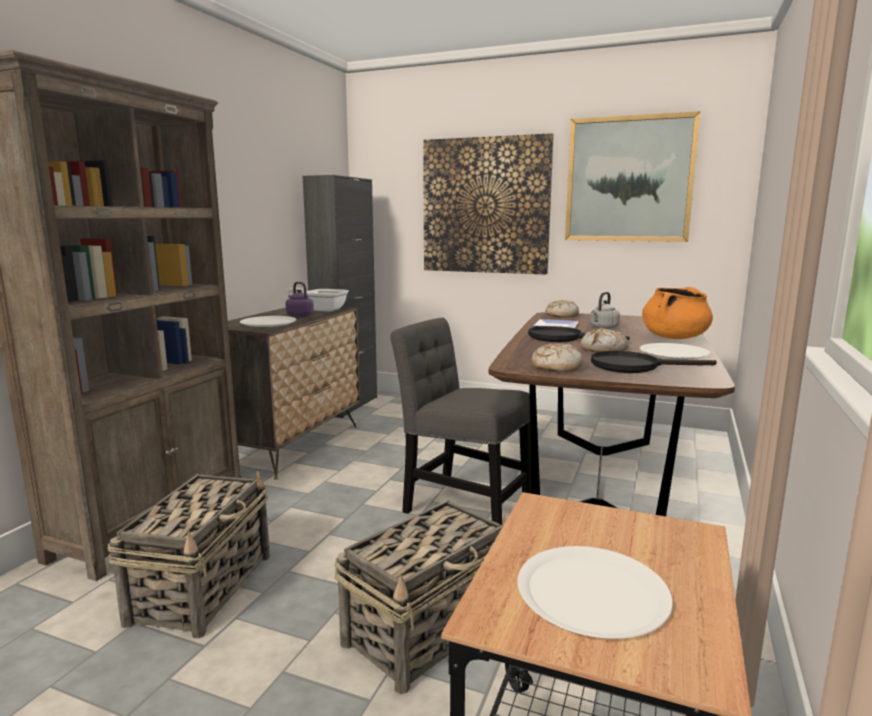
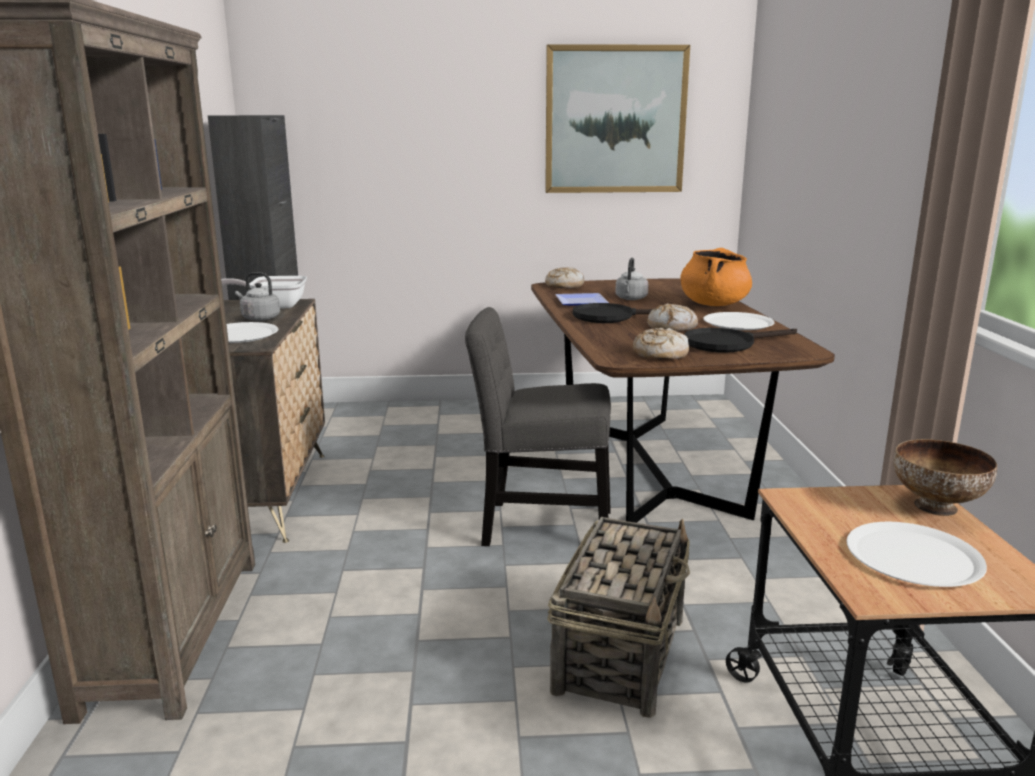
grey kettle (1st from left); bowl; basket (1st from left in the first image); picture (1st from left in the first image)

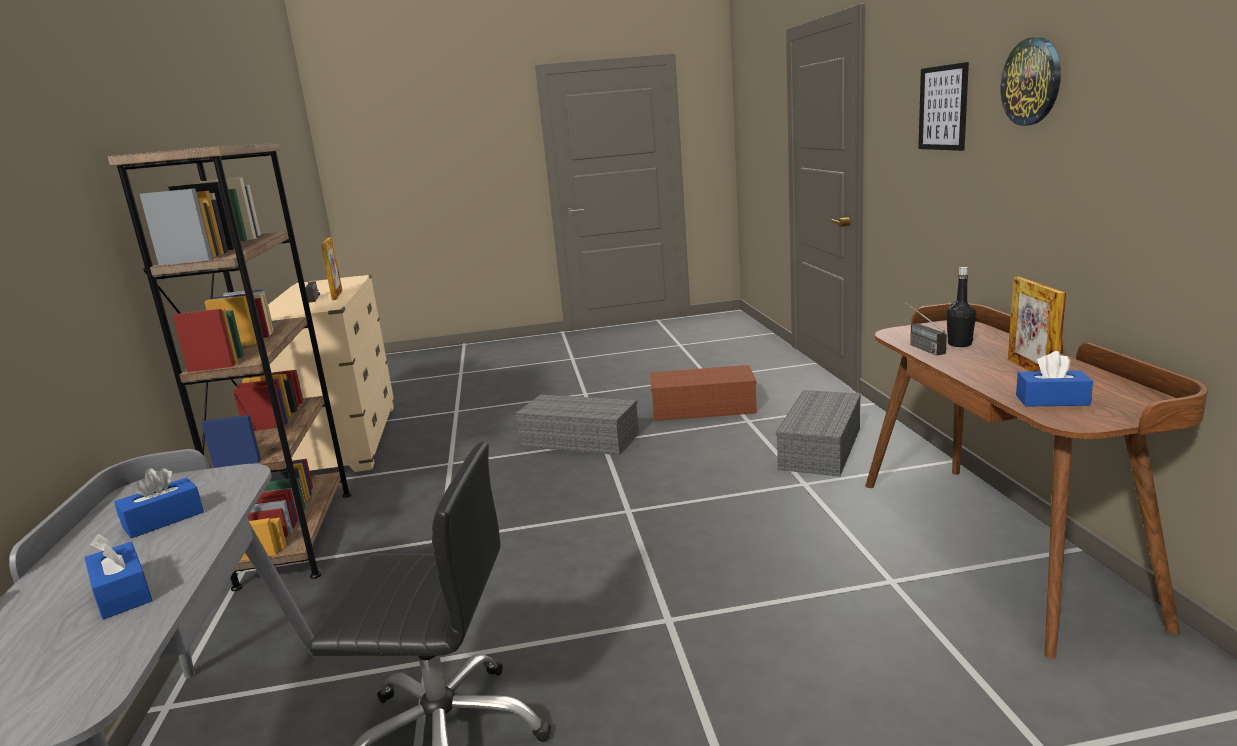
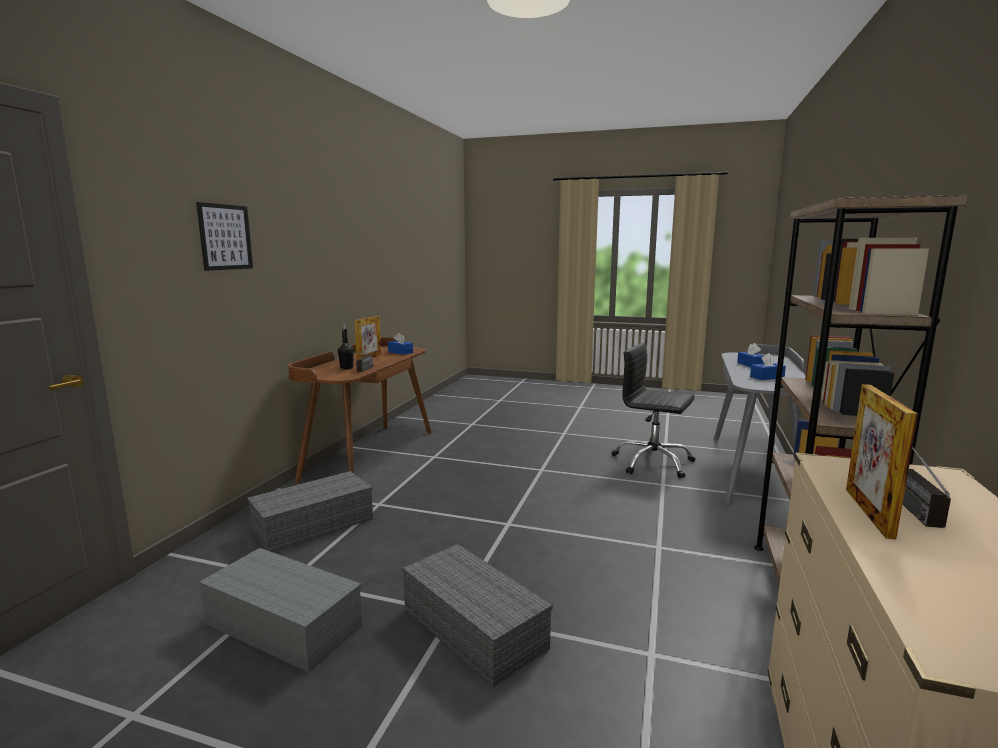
grey storage box (1st from left); wall clock

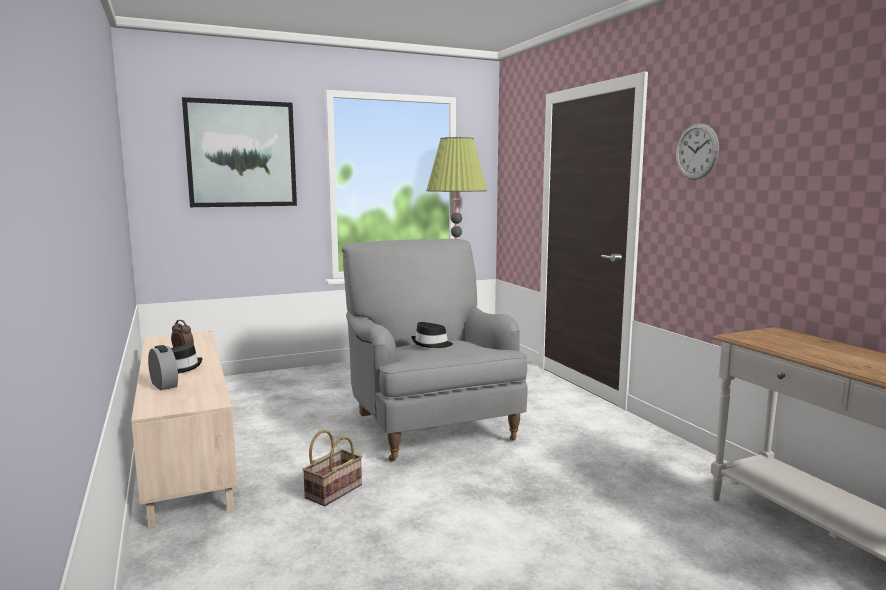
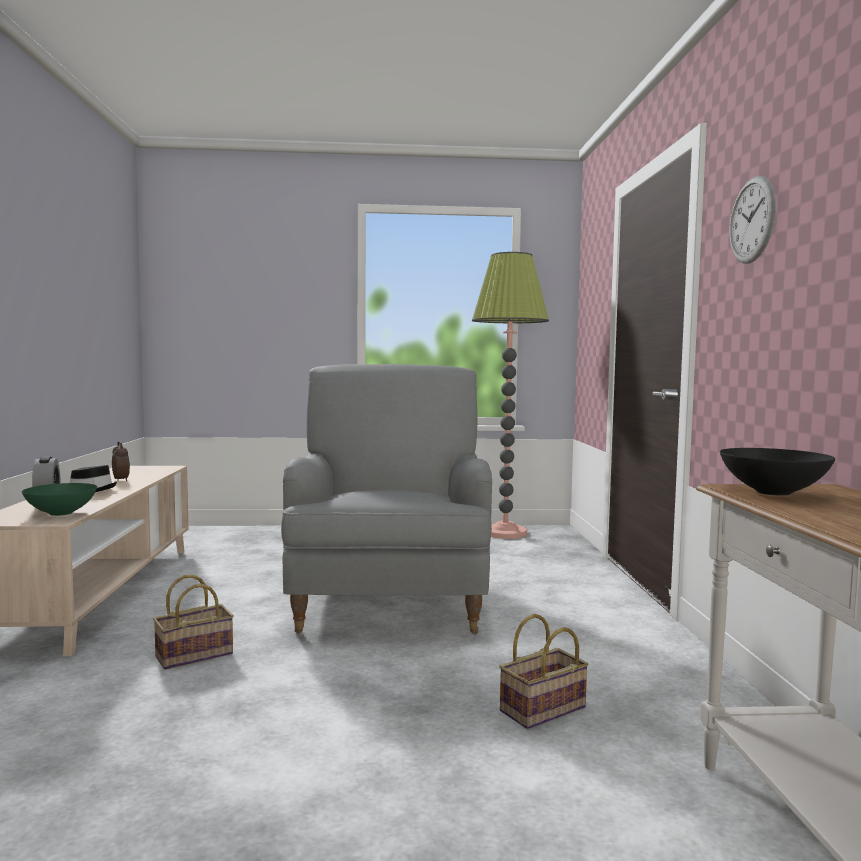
green bowl; basket (2nd from left); black bowl; picture; black hat (2nd from left in the first image)

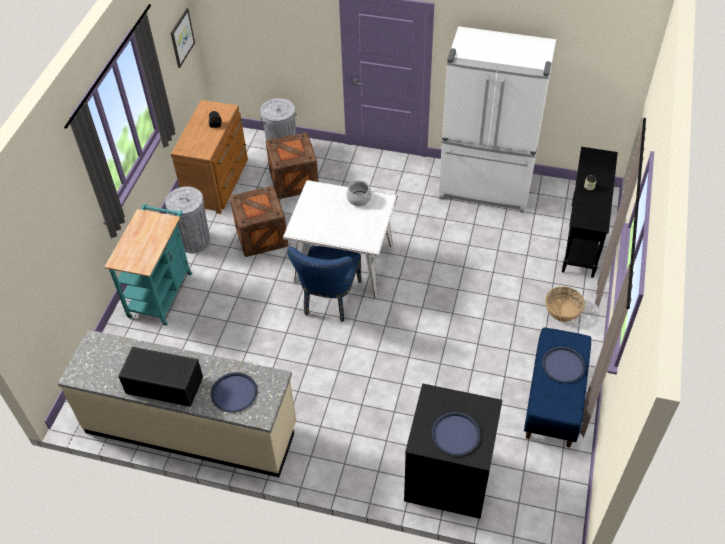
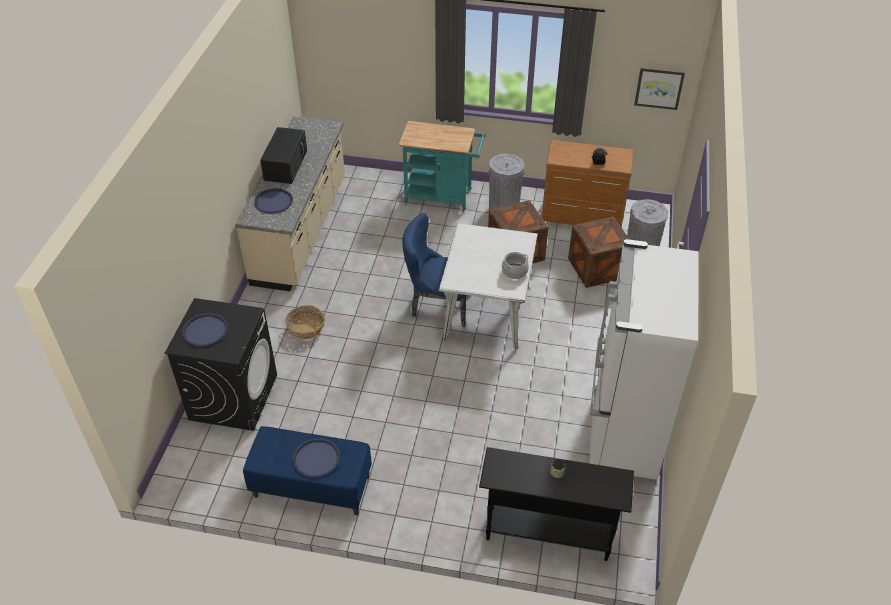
basket

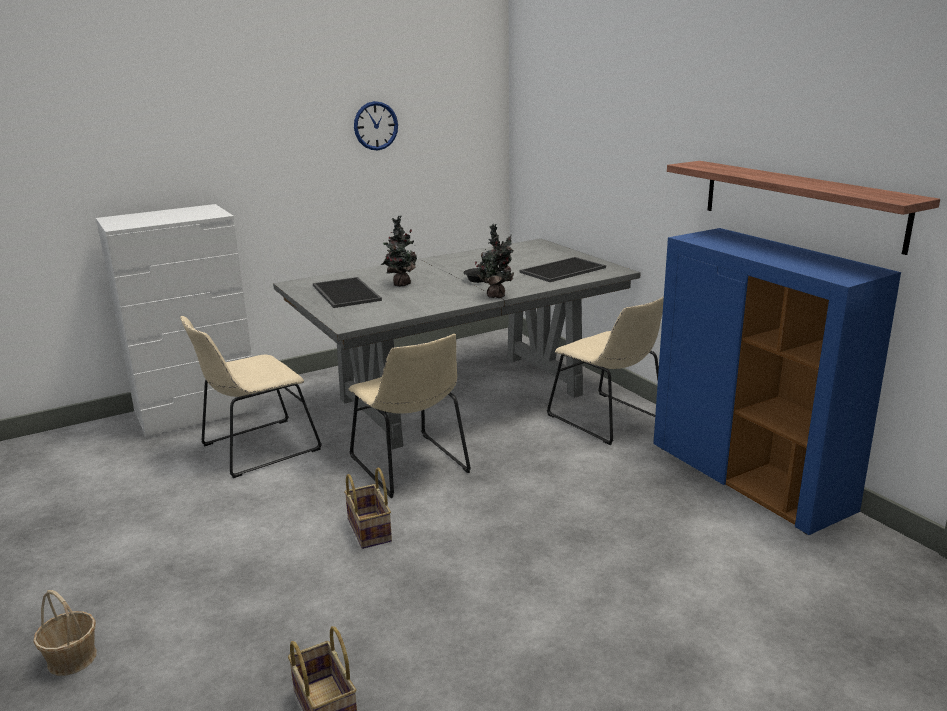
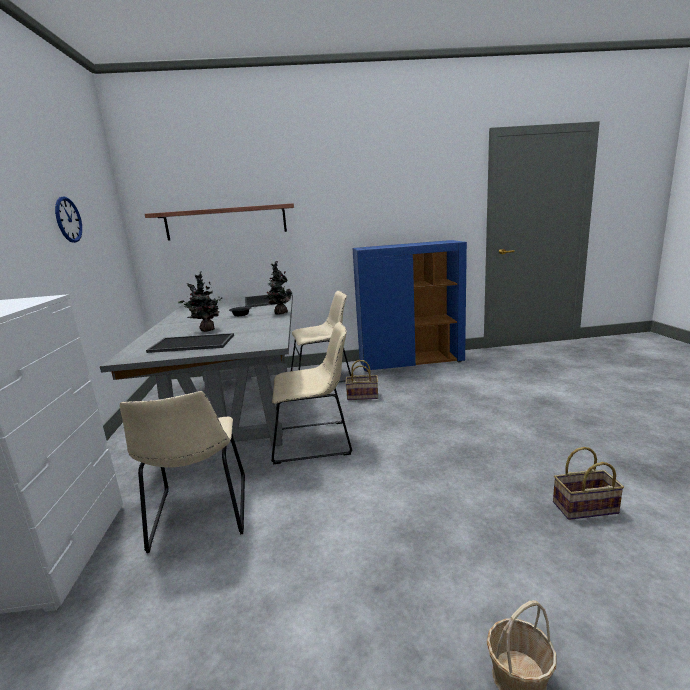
shelf; basket (1st from left)

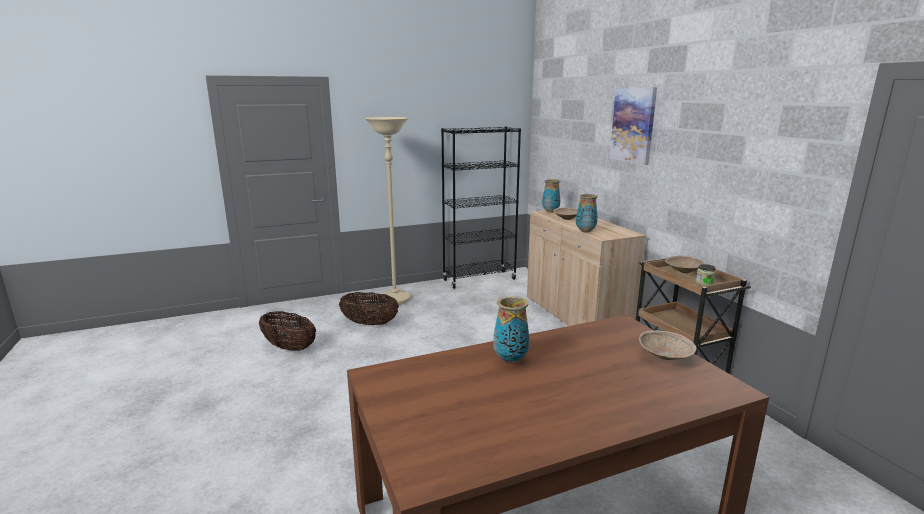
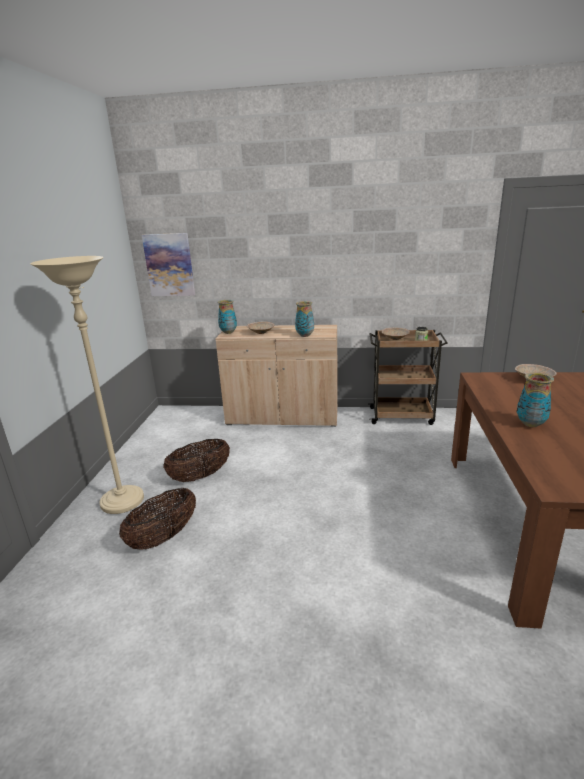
picture; basket (2nd from left); black bookcase

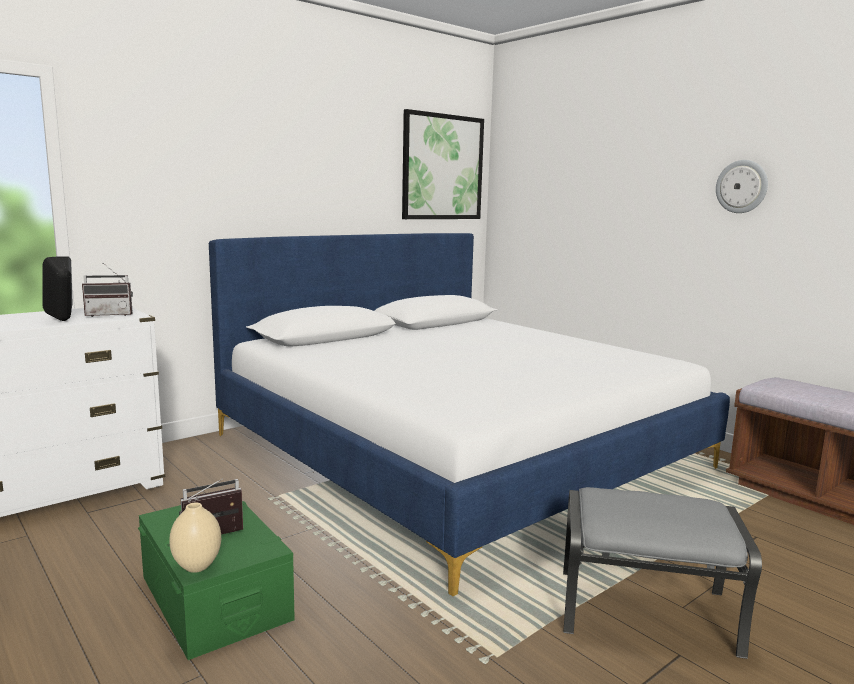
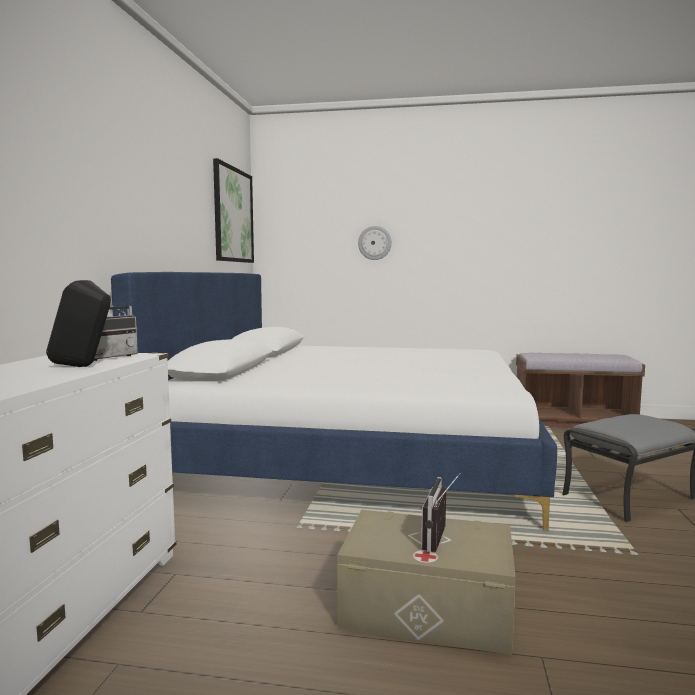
beige storage box; wall clock; beige vase

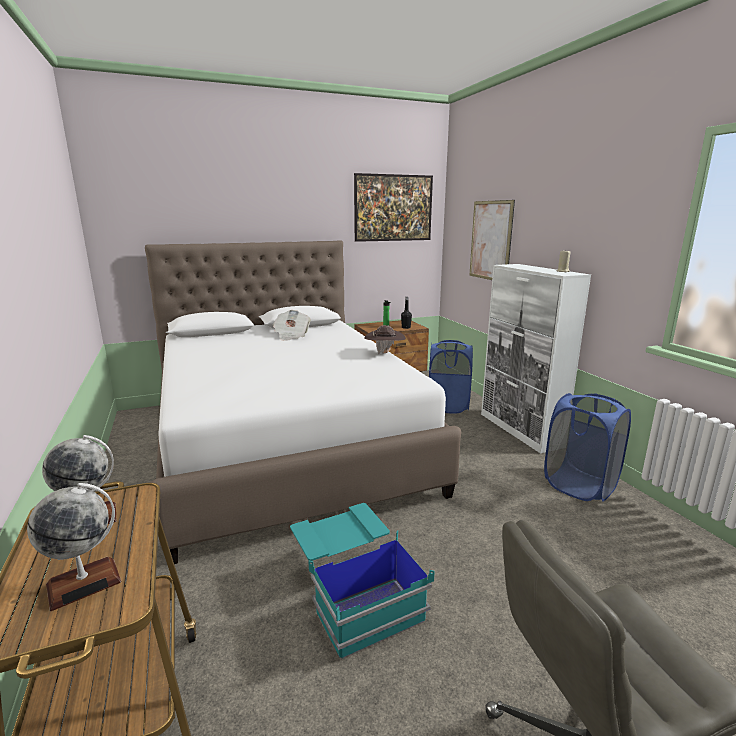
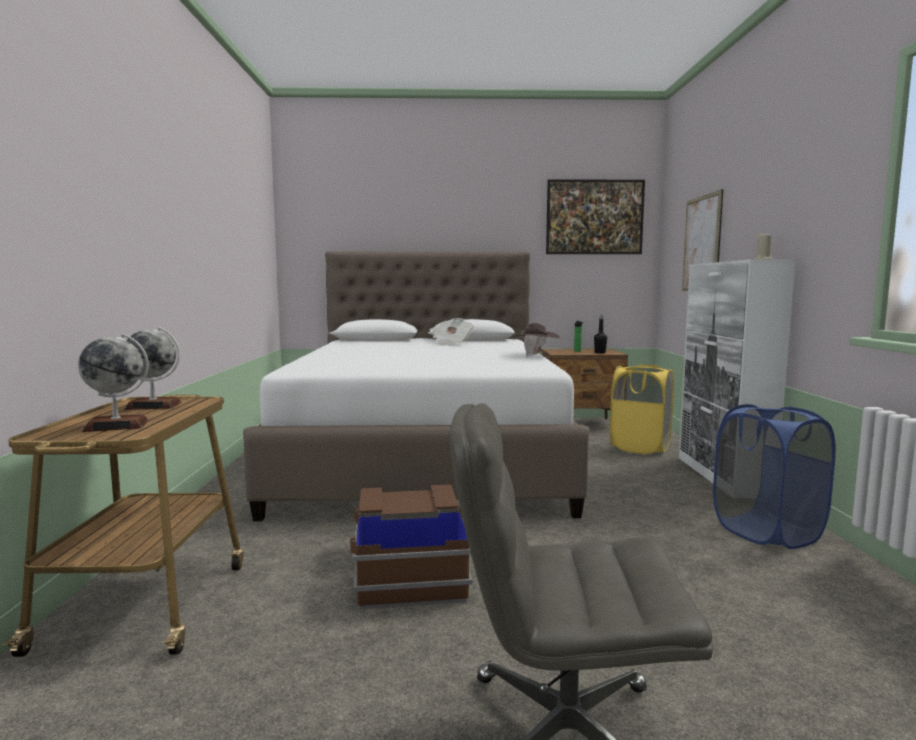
brown storage box; yellow laundry basket

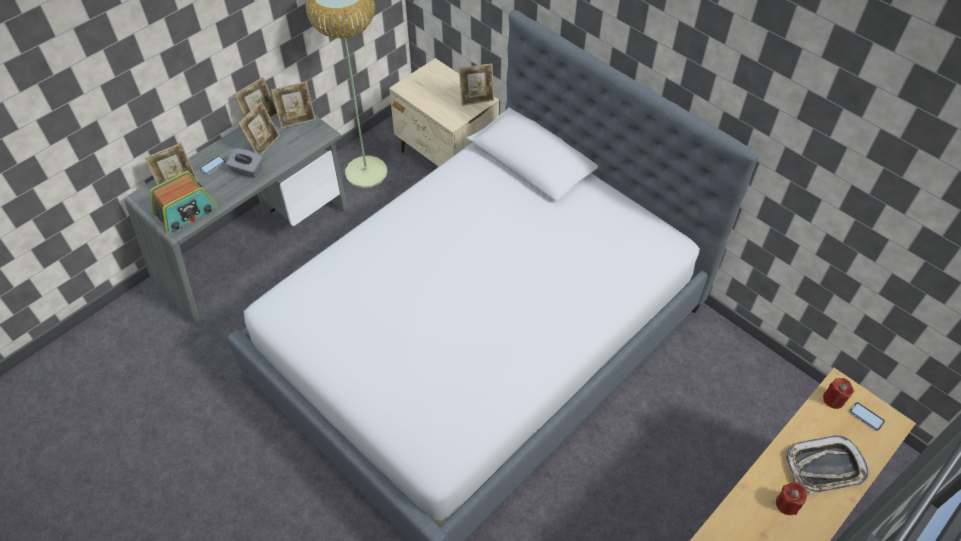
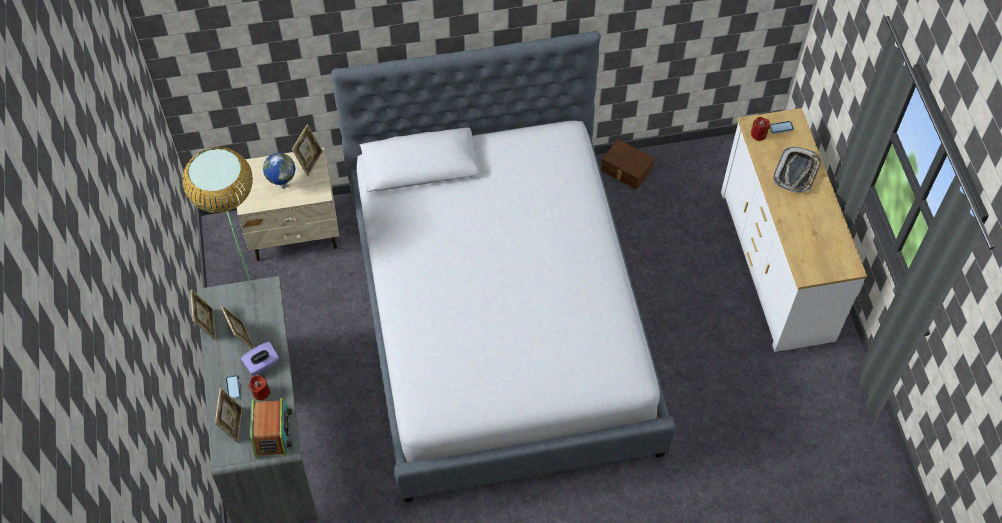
purple tissue box; red candle (1st from left); globe; brown storage box; picture frame (4th from left in the first image)

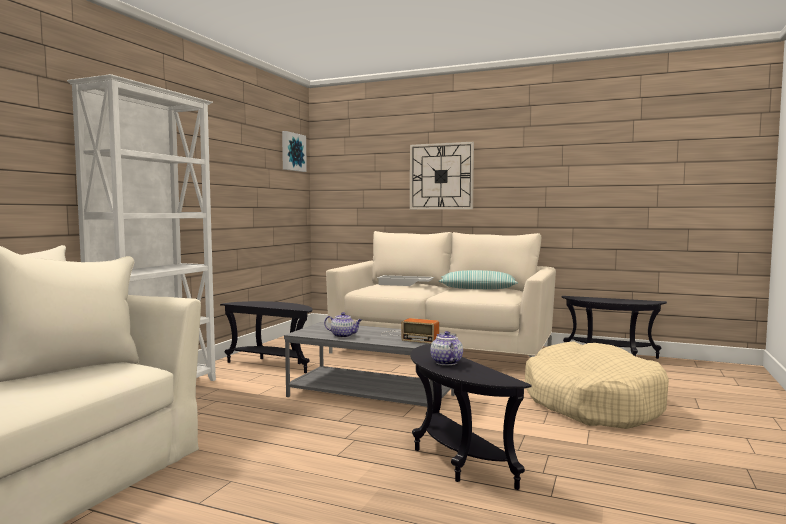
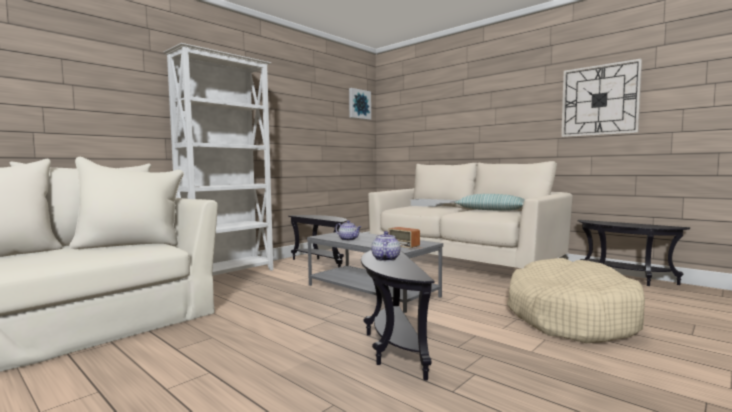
wall clock

